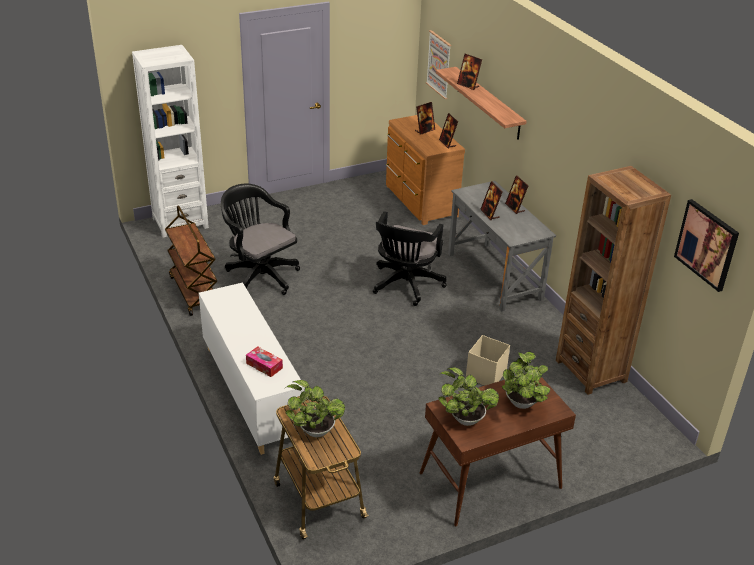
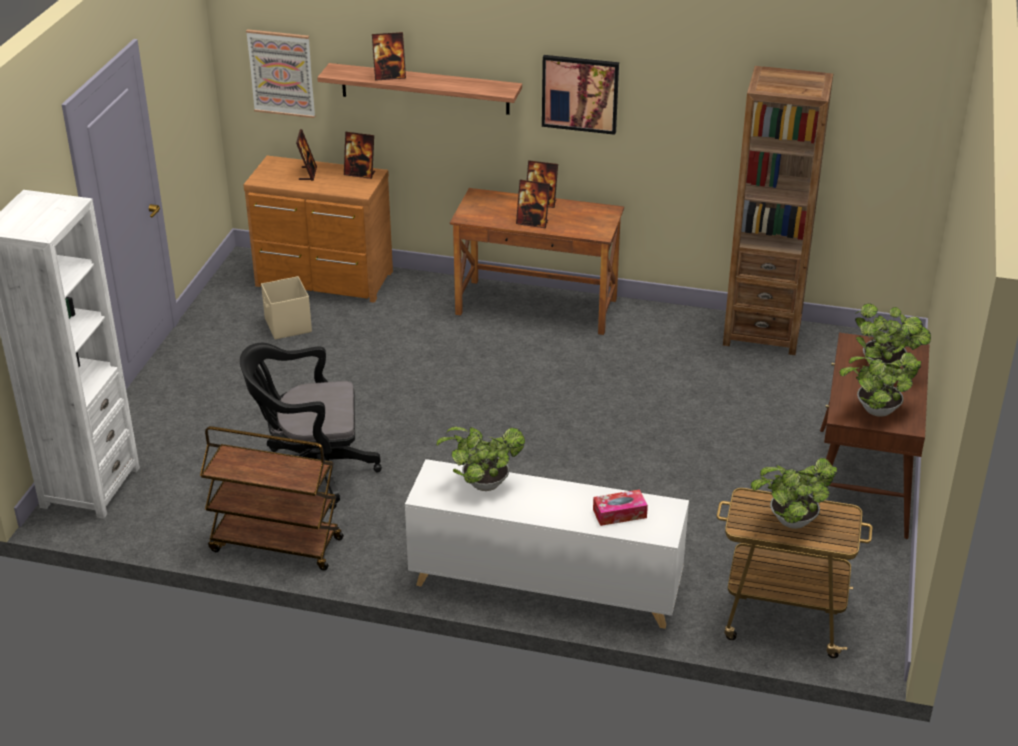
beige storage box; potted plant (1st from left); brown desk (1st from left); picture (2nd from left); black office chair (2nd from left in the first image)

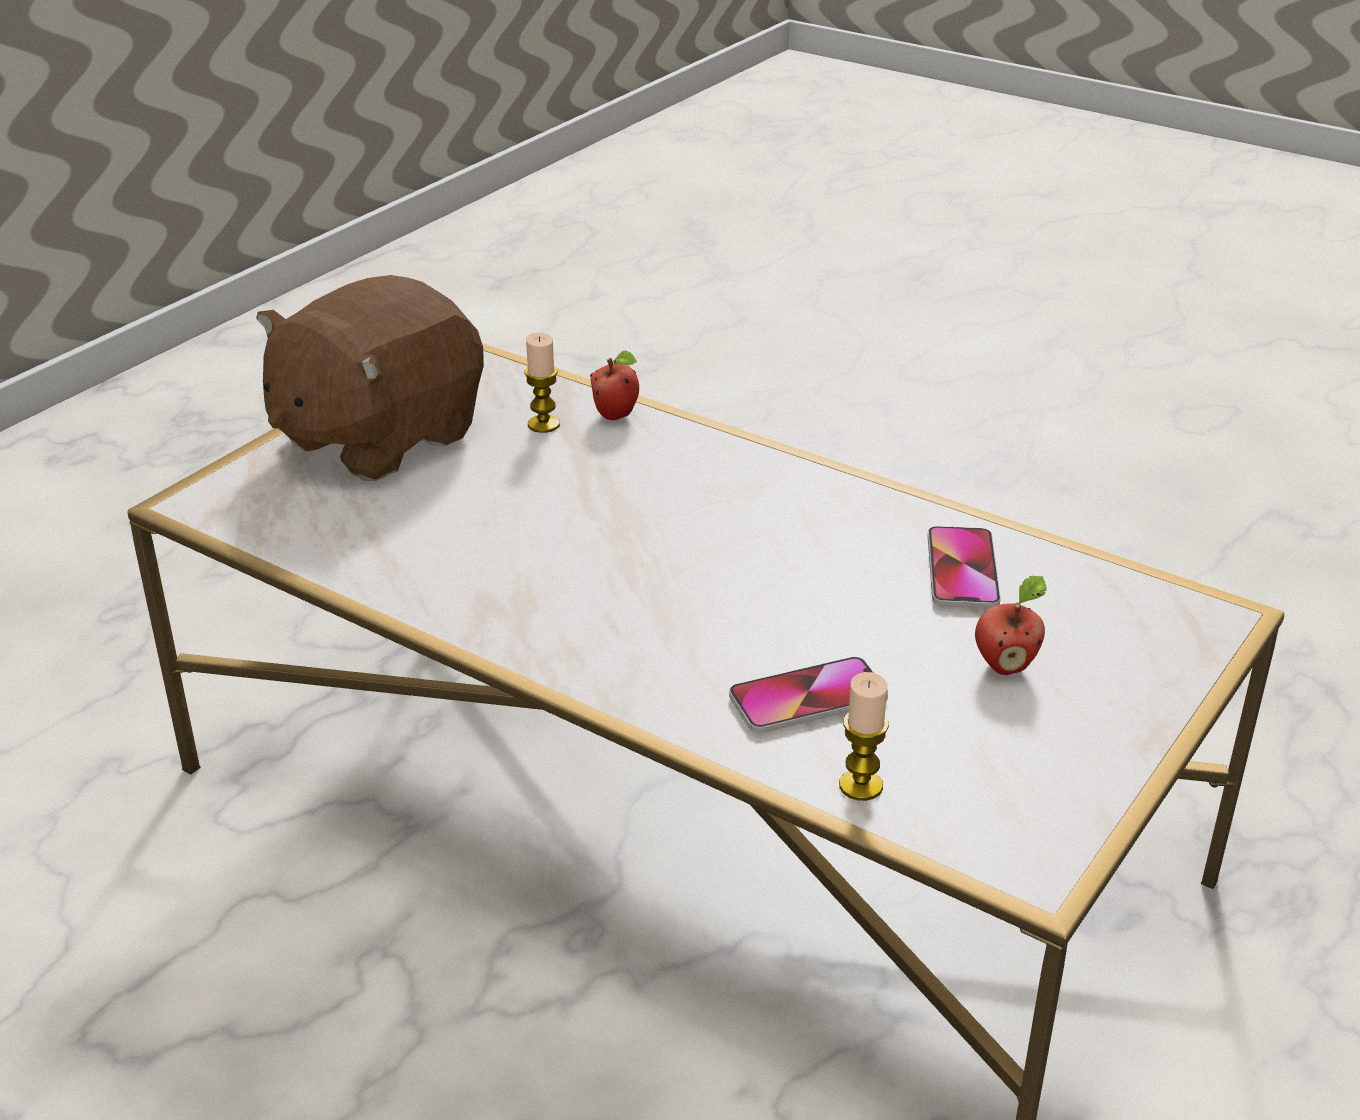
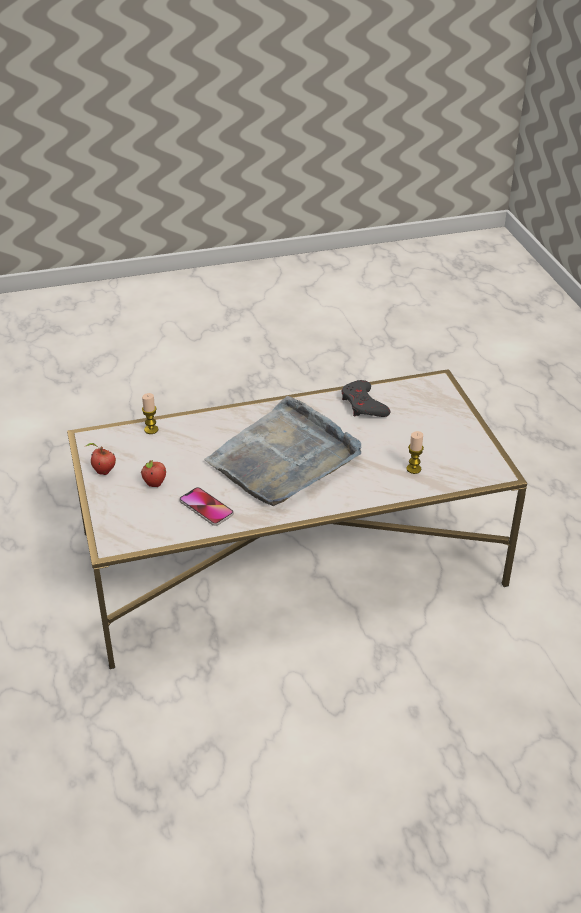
apple (1st from left); grey tray; grey game controller; brown plush toy; phone (1st from left in the first image)

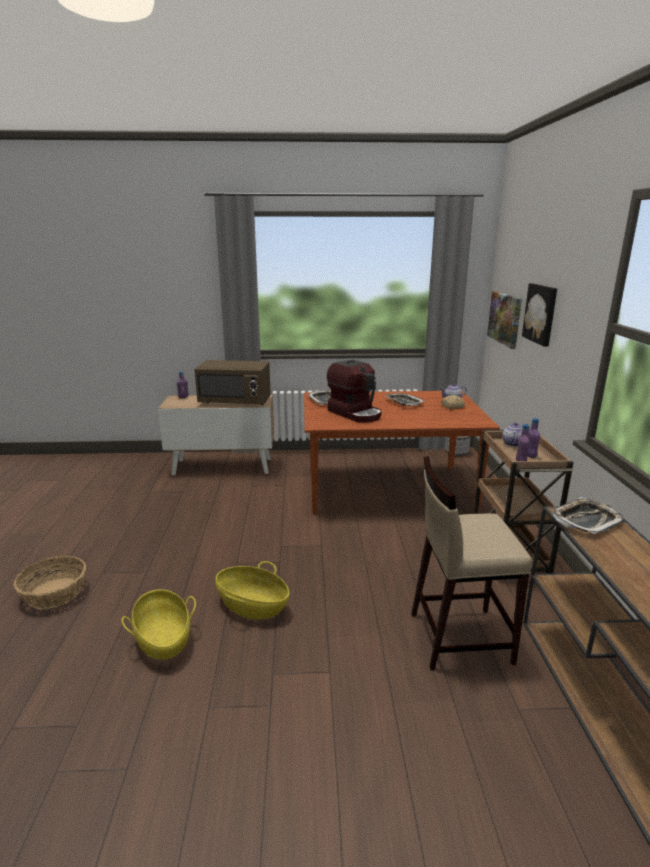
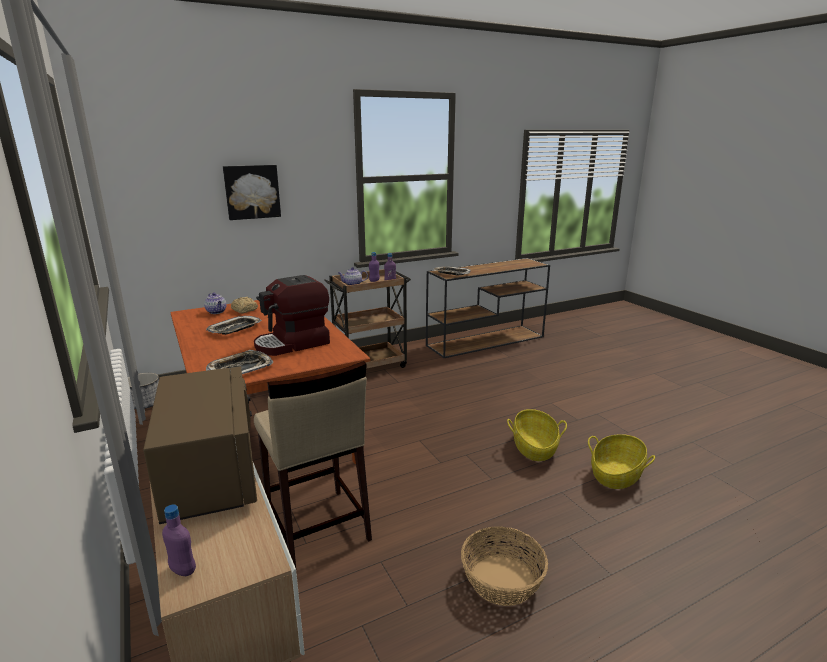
coffee machine; beige stool; basket (1st from left); picture (1st from left in the first image)

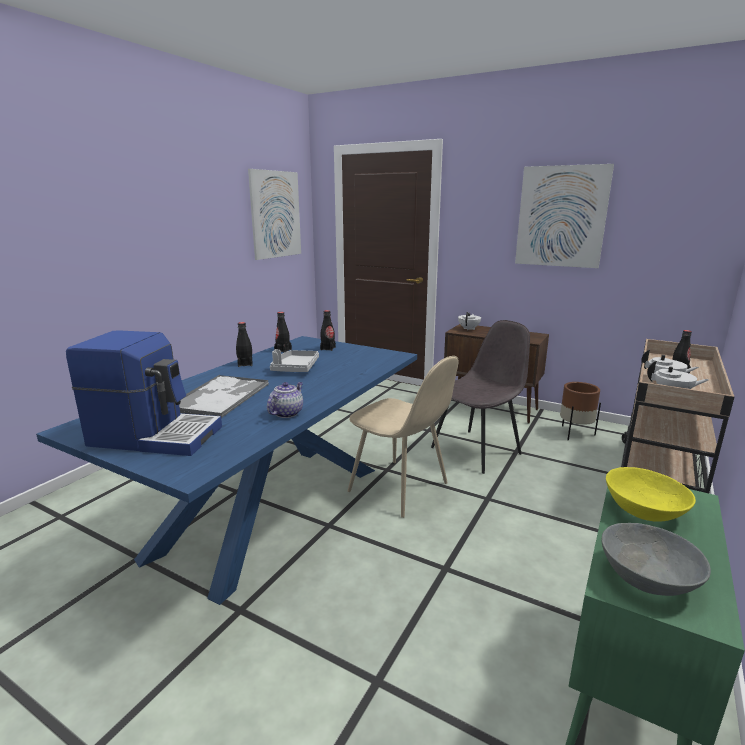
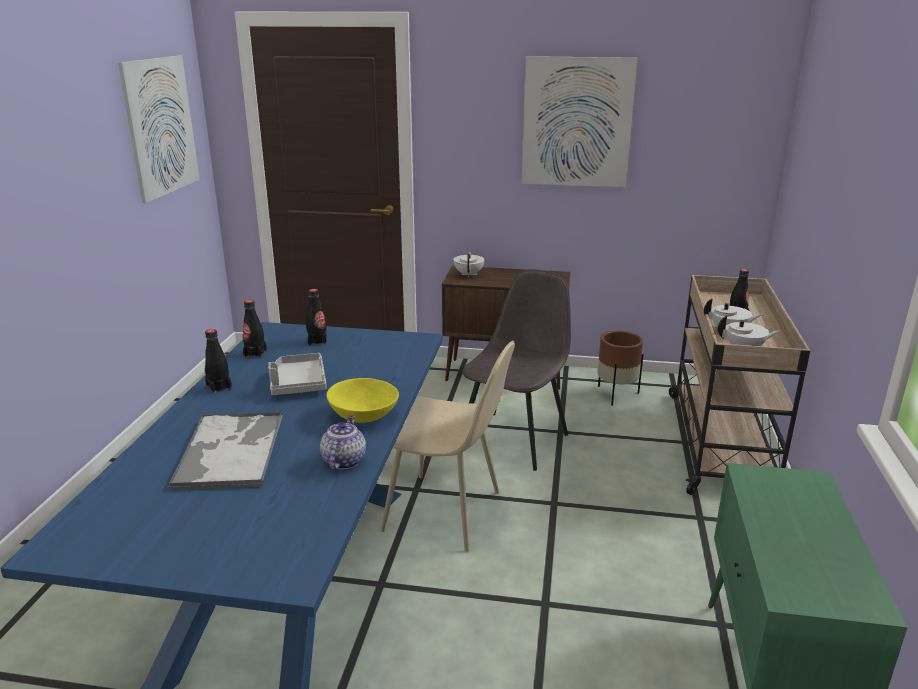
yellow bowl; coffee machine; grey bowl

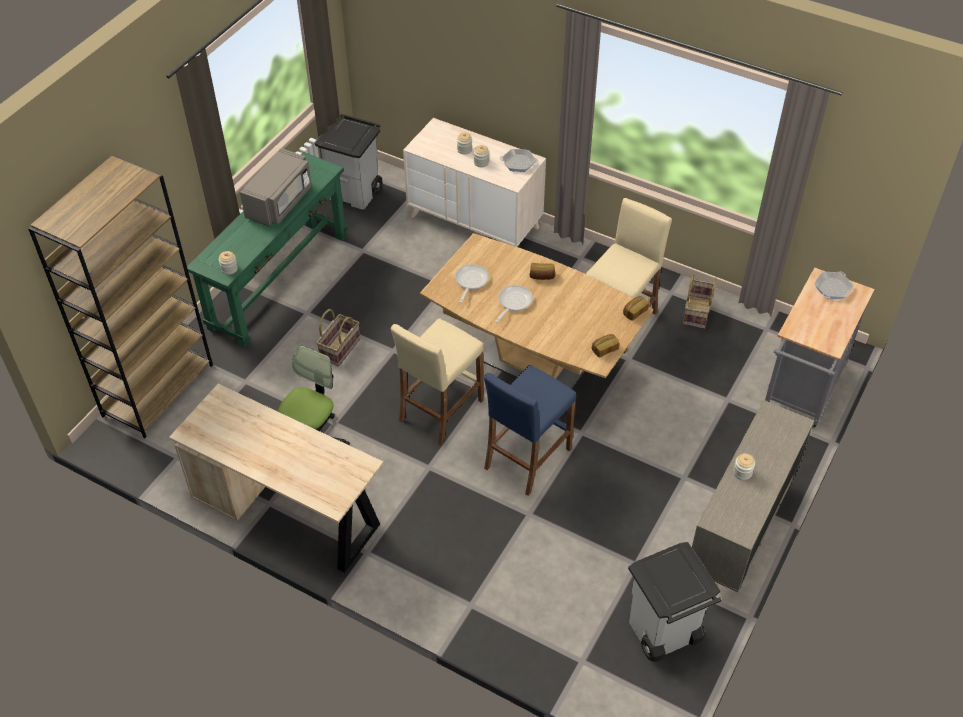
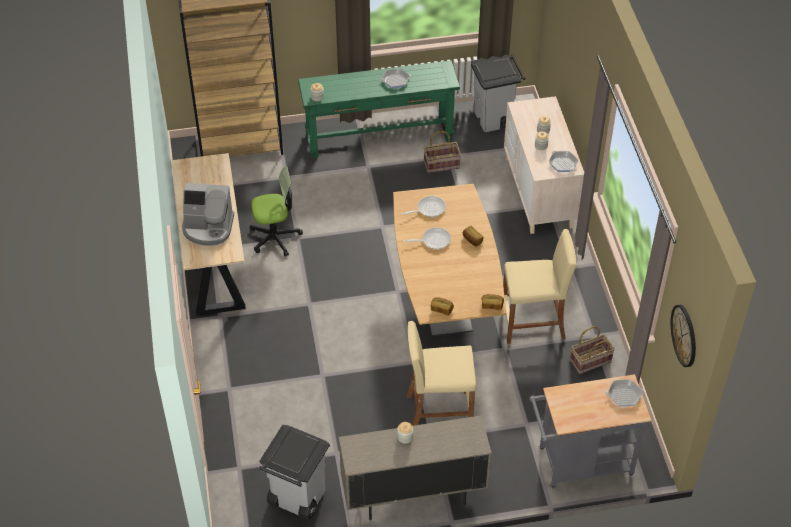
coffee machine; frying pan (1st from left); beige stool (1st from left); basket (1st from left); wall clock; blue stool

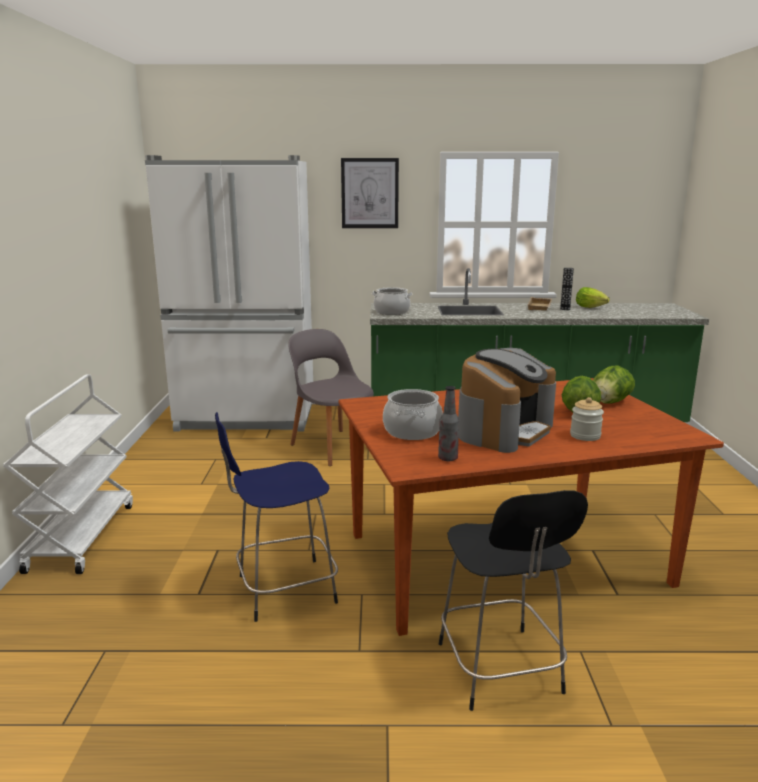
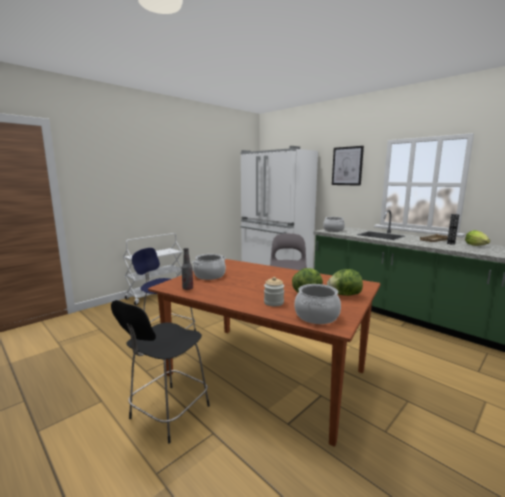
cooking pot (2nd from left); coffee machine

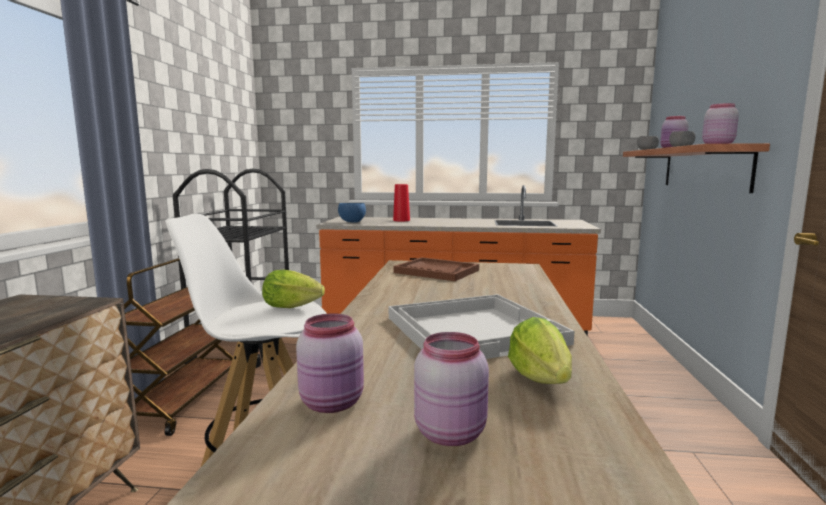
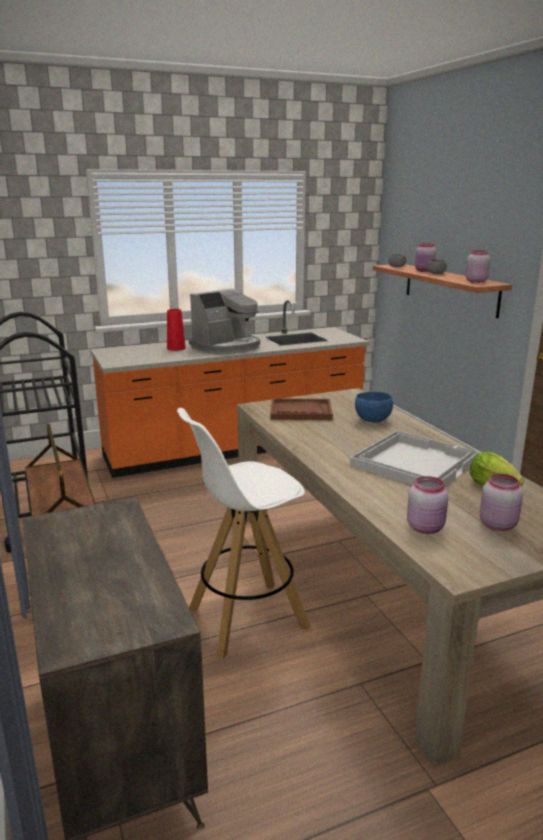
coffee machine; blue bowl; lettuce (1st from left in the first image)

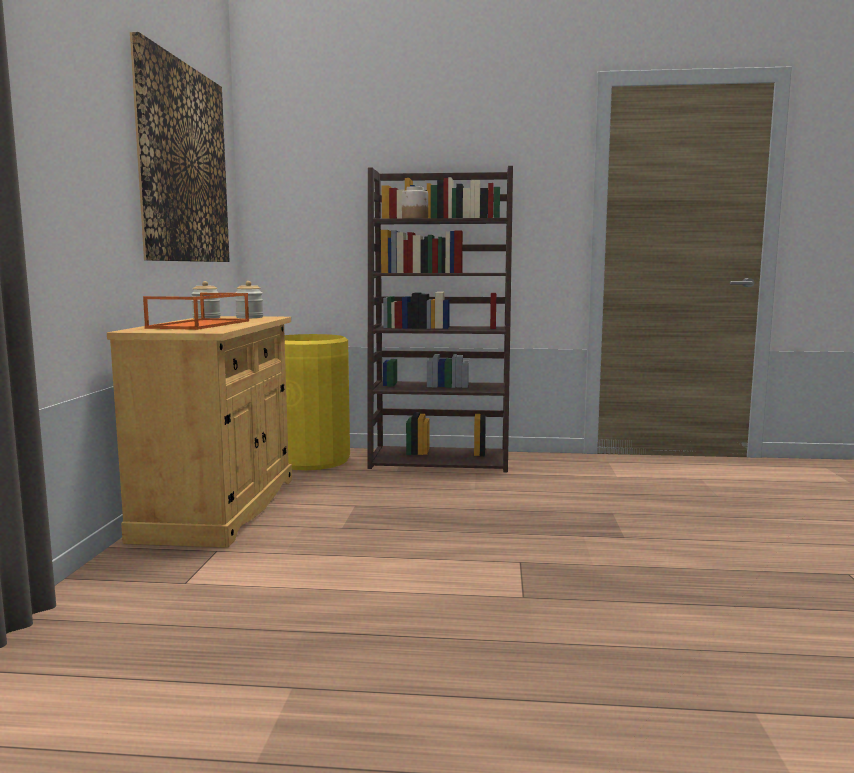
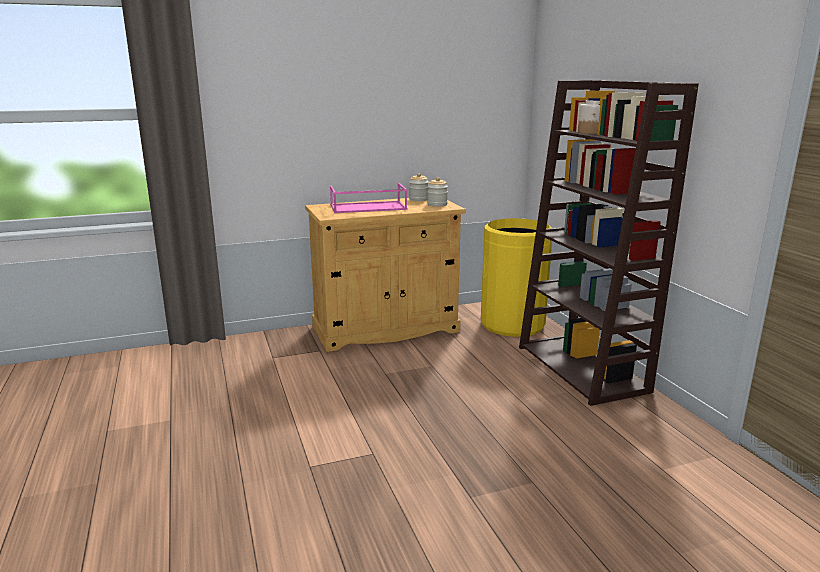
pink tray; picture

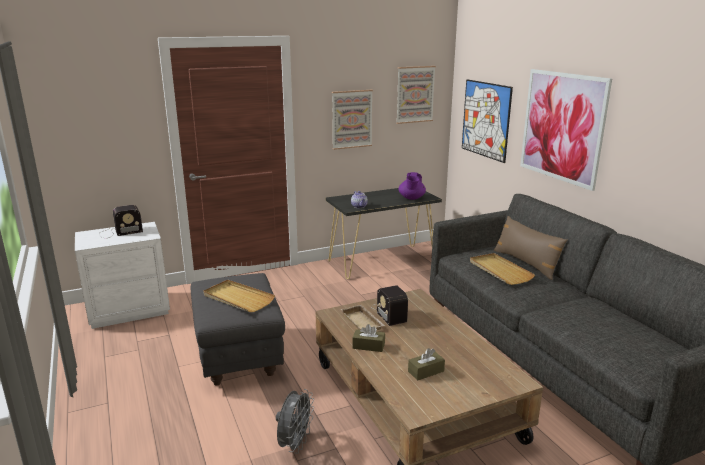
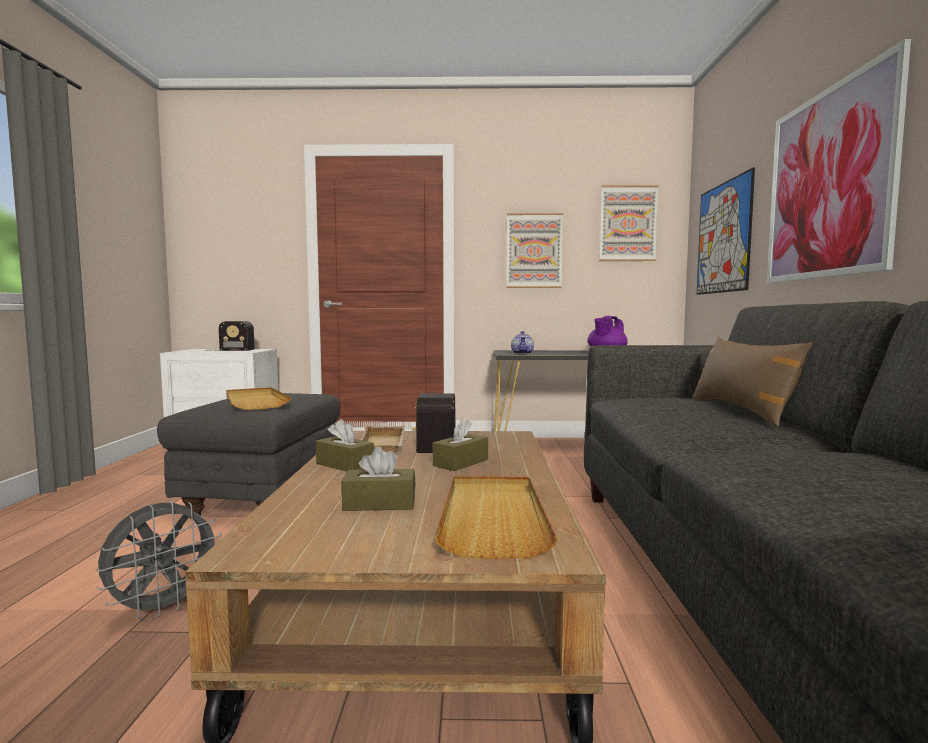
brown tissue box (3rd from left); beige tray (3rd from left)

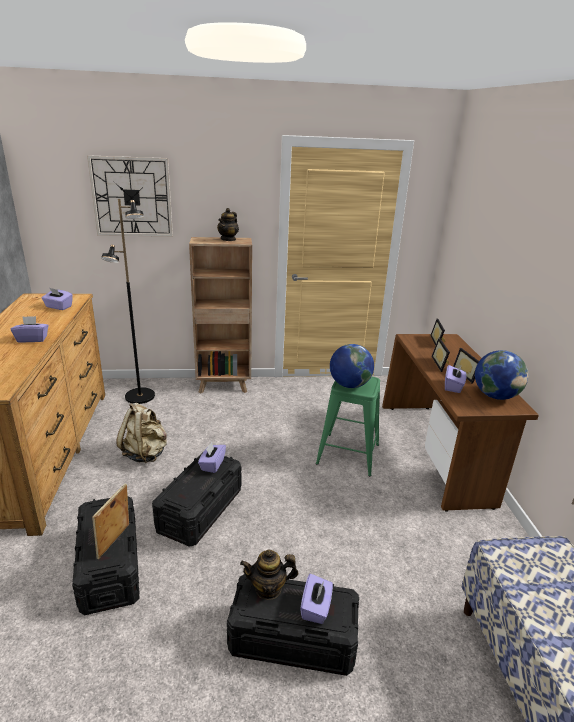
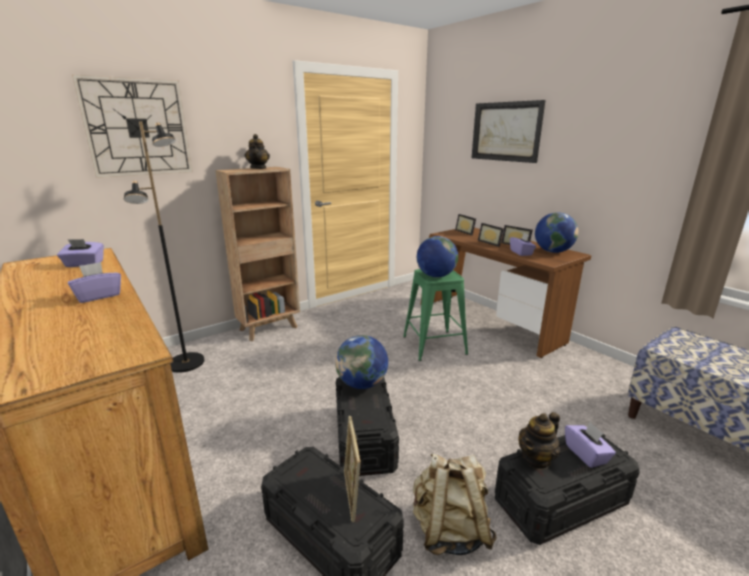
globe (1st from left); beige backpack; picture

